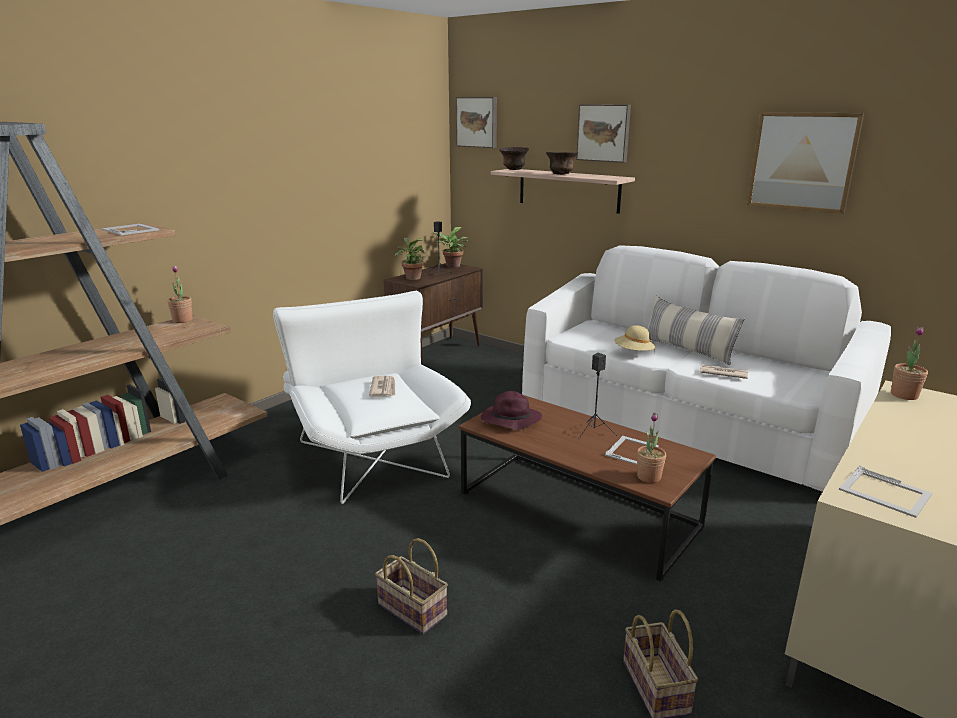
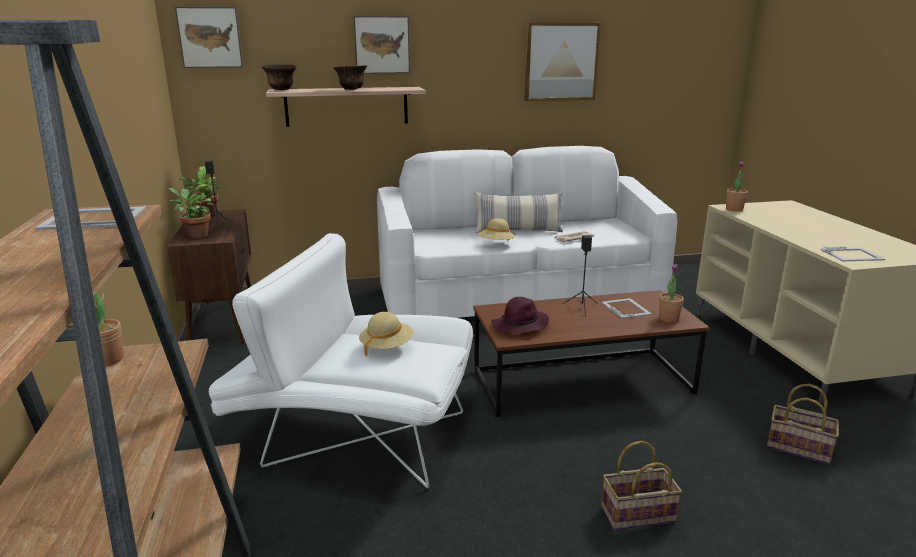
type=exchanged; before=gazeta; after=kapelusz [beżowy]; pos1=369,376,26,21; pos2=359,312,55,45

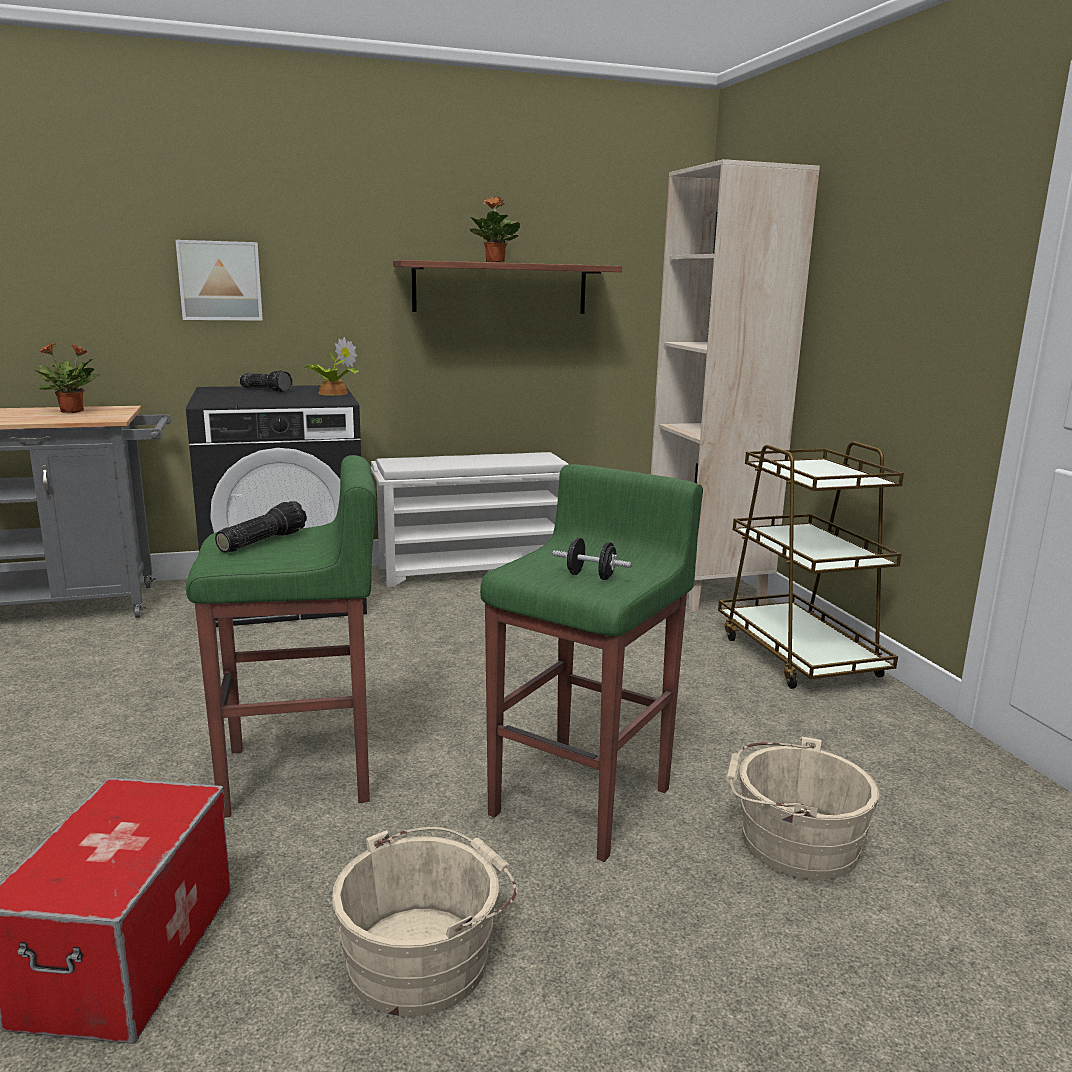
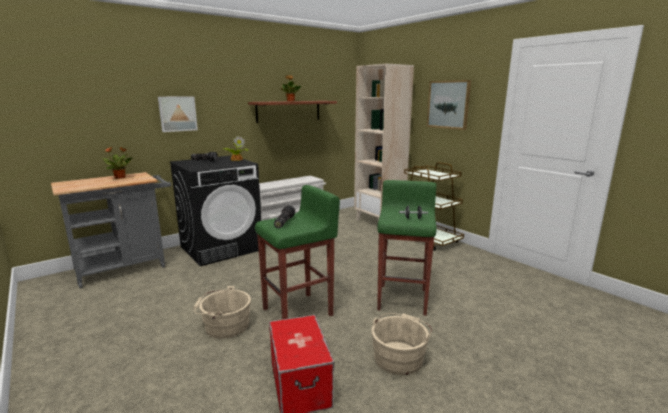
type=relocated; before=wiadro [beżowy]; pos1=726,737,153,143; pos2=193,286,58,53
type=appeared; after=obraz; pos2=427,80,44,50

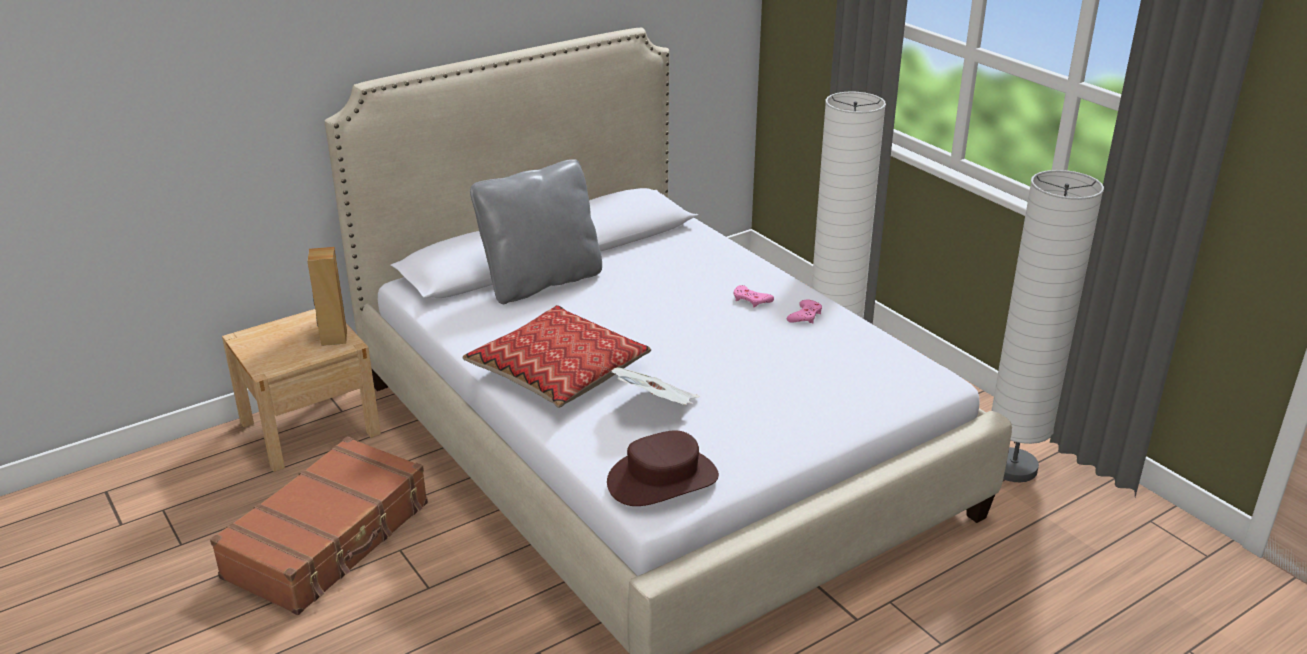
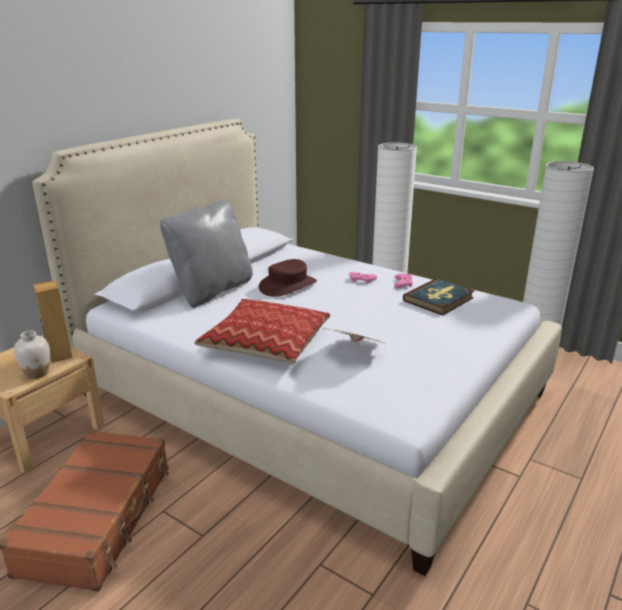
type=relocated; before=kapelusz [brązowy]; pos1=607,431,112,75; pos2=259,259,58,38
type=appeared; after=wazon [biały]; pos2=14,330,36,49
type=appeared; after=książka; pos2=403,278,72,38

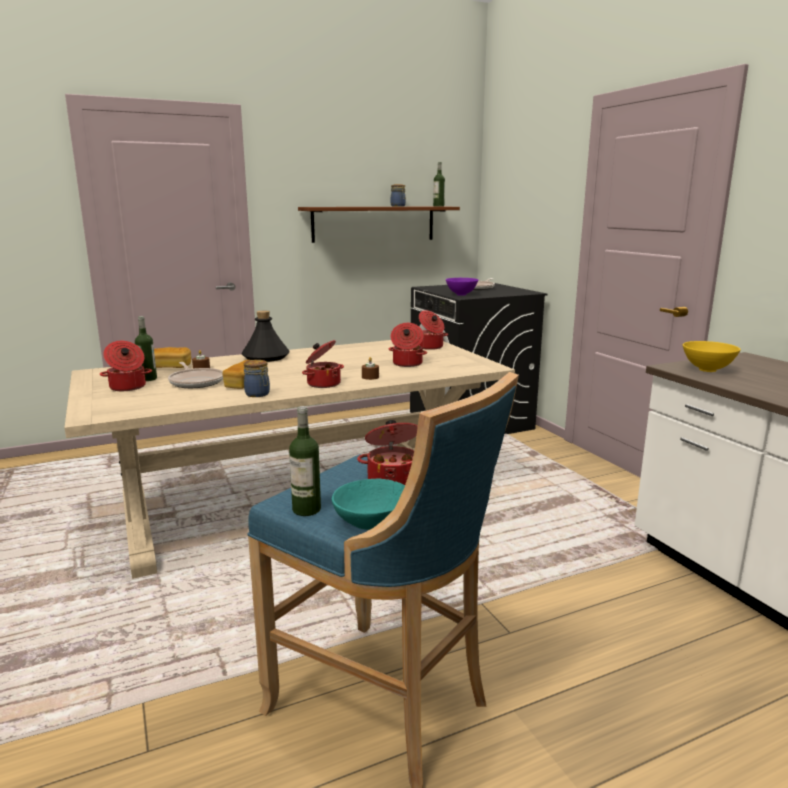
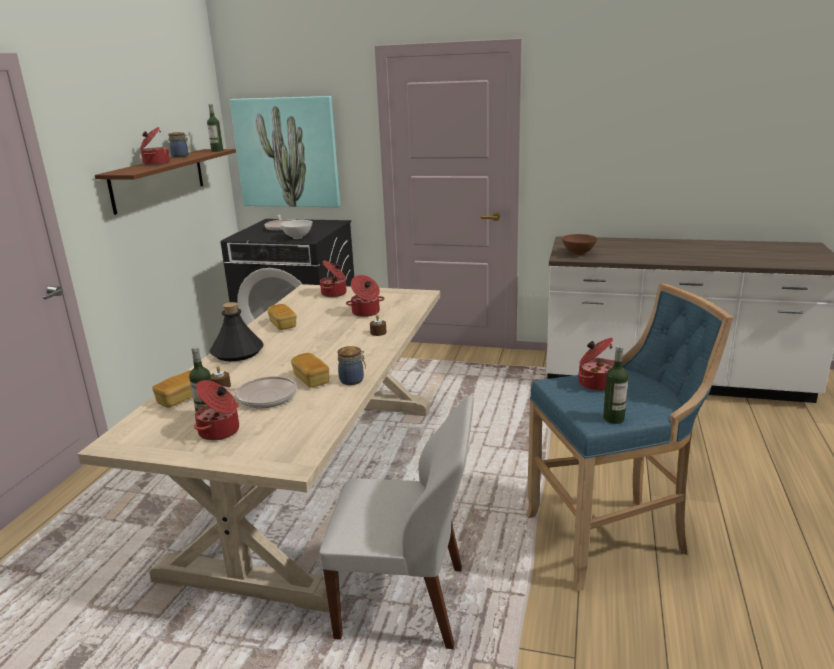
type=relocated; before=garnek; pos1=302,340,42,48; pos2=140,127,30,38
type=missing; before=miska [turkusowy]; pos1=332,478,73,52
type=colour; before=miska [fioletowy]; after=miska [biały]; pos1=446,278,32,18; pos2=280,220,33,19
type=colour; before=miska [żółty]; after=miska [brązowy]; pos1=683,341,58,31; pos2=562,234,35,21
type=appeared; after=obraz; pos2=229,96,111,111
type=appeared; after=chleb; pos2=267,304,30,26
type=appeared; after=krzesło [biały]; pos2=319,395,155,254

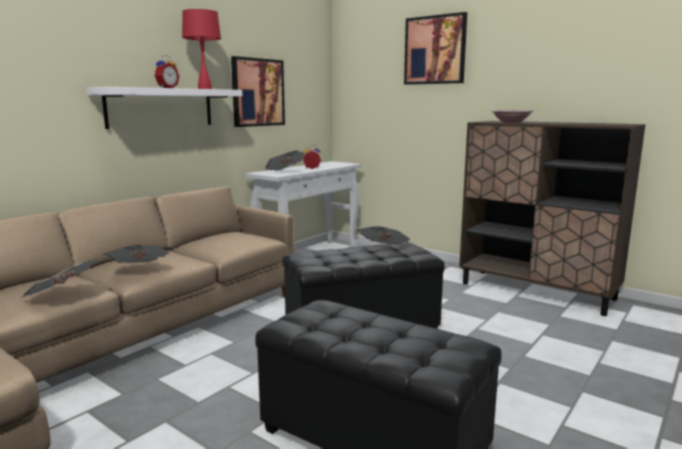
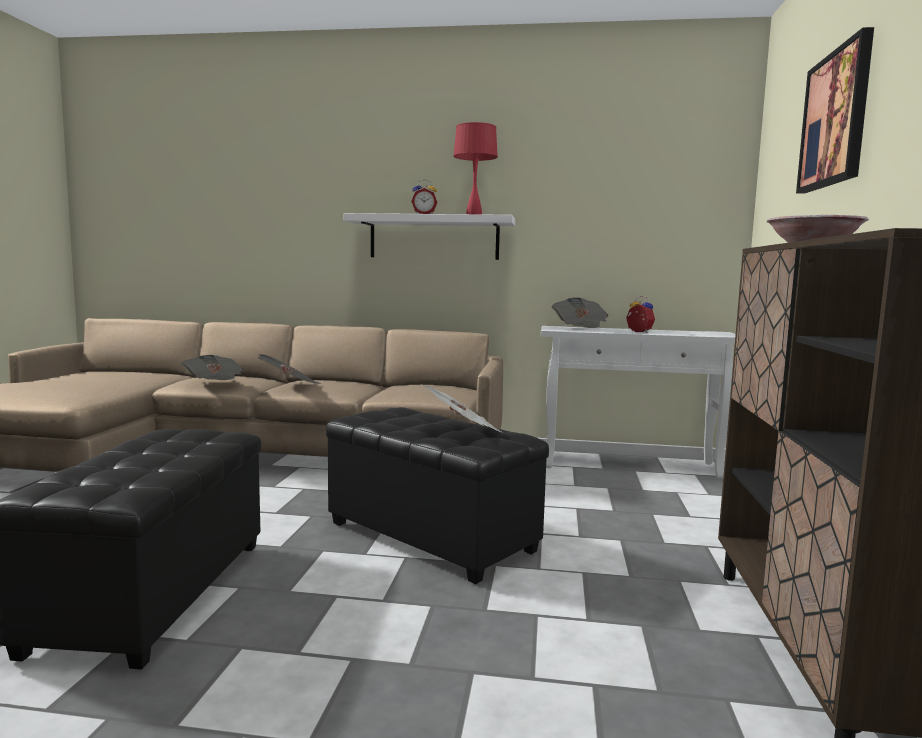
type=missing; before=obraz; pos1=231,56,54,71

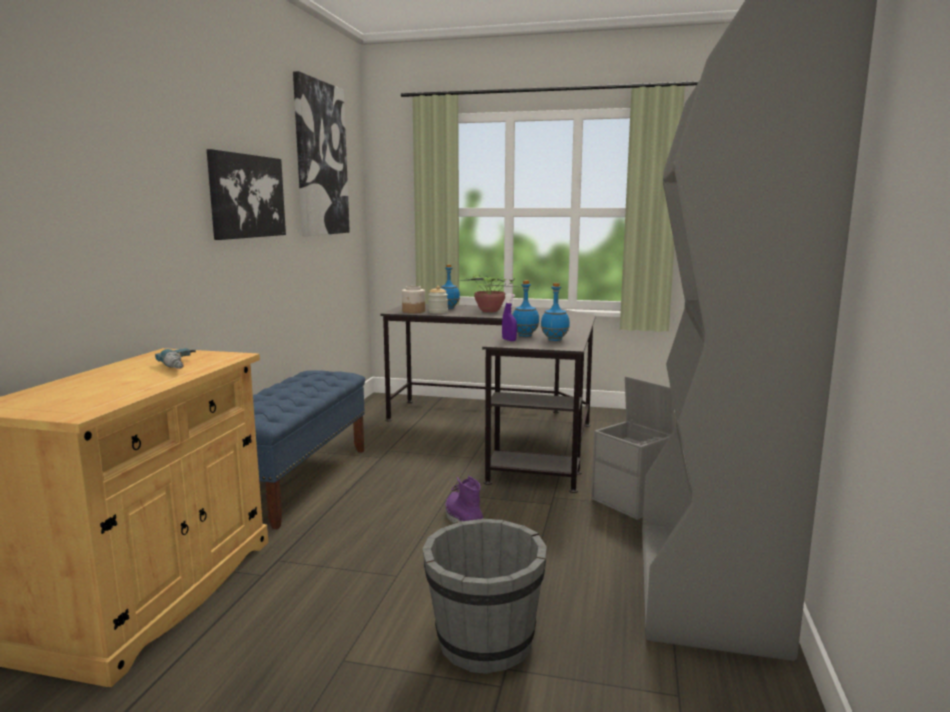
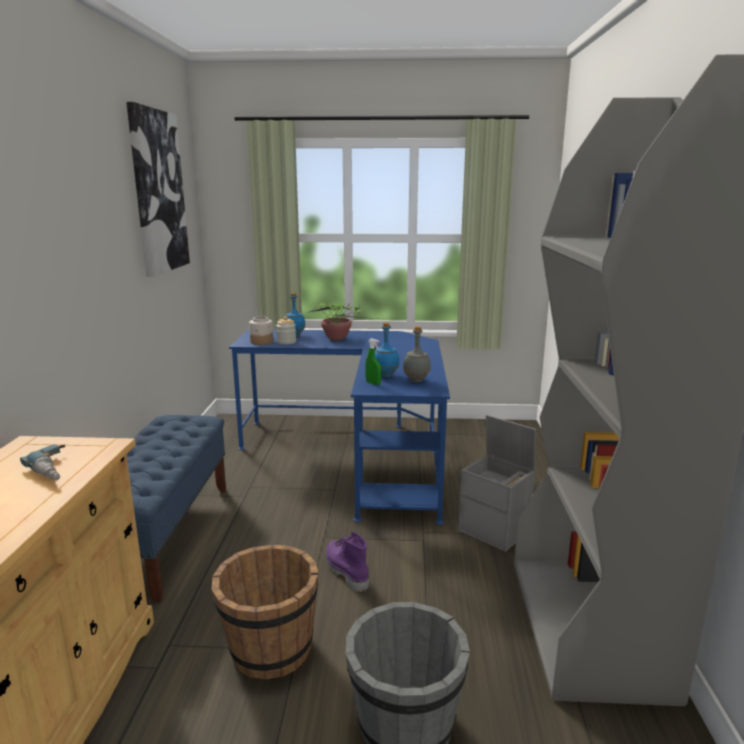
type=missing; before=obraz; pos1=207,149,79,91
type=colour; before=biurko [czarny]; after=biurko [niebieski]; pos1=380,304,216,189; pos2=229,329,221,196
type=colour; before=spryskiwacz [fioletowy]; after=spryskiwacz [zielony]; pos1=502,293,15,48; pos2=365,338,16,47
type=colour; before=butelka [niebieski]; after=butelka [szary]; pos1=541,283,29,58; pos2=403,326,28,56
type=appeared; after=wiadro [brązowy]; pos2=212,544,106,135

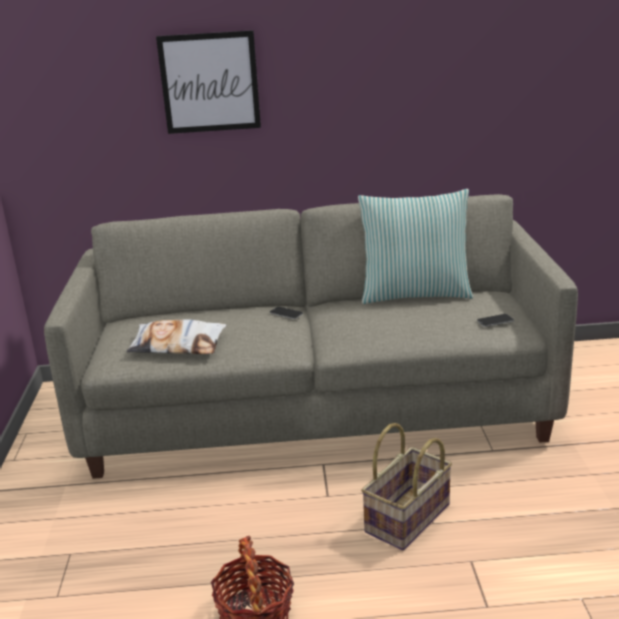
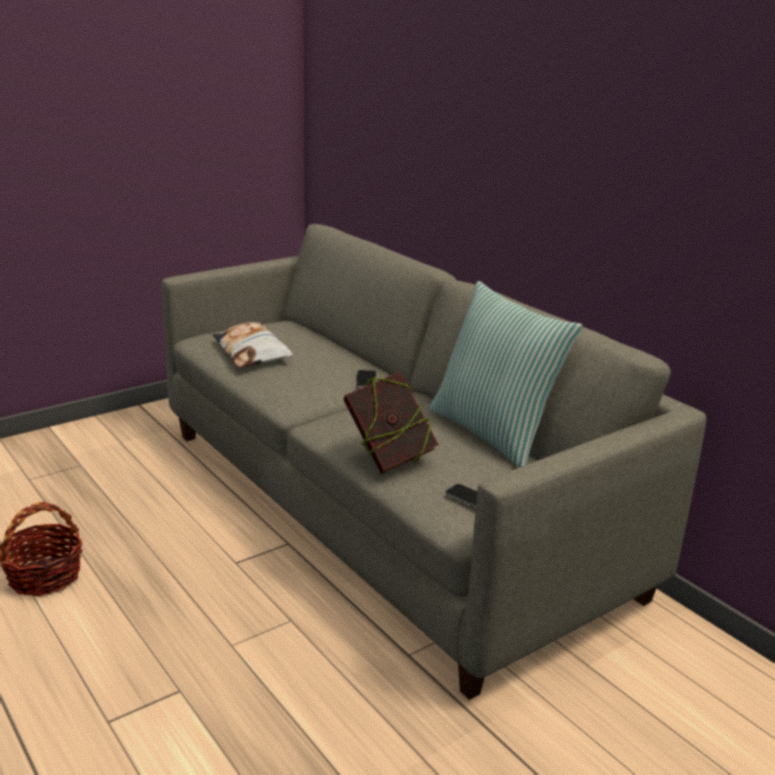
type=missing; before=obraz; pos1=156,30,105,104
type=missing; before=koszyk; pos1=361,423,91,127
type=appeared; after=książka; pos2=344,372,95,102

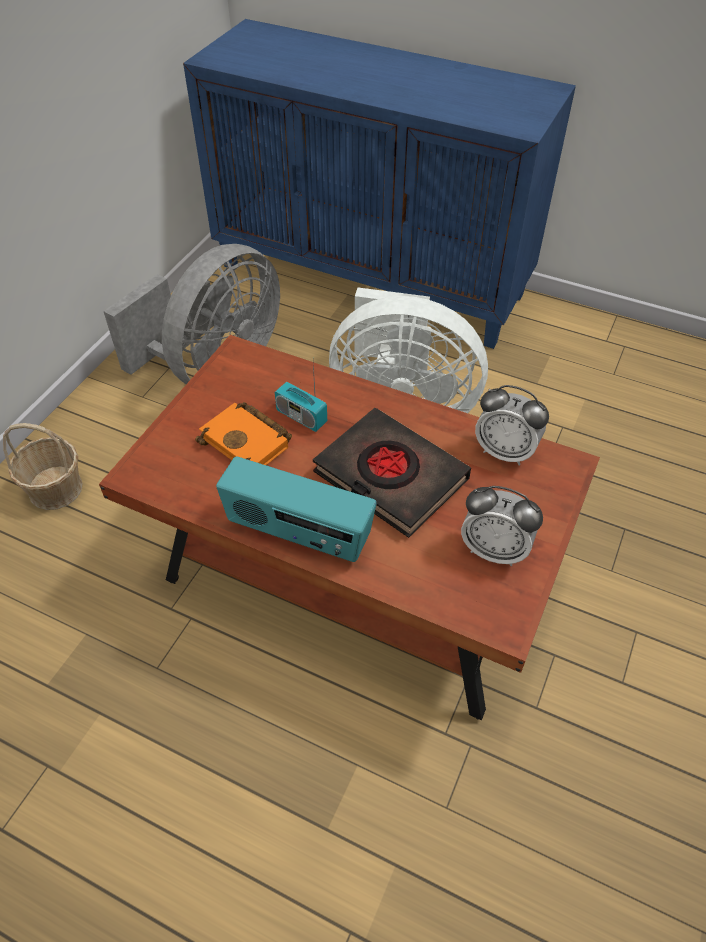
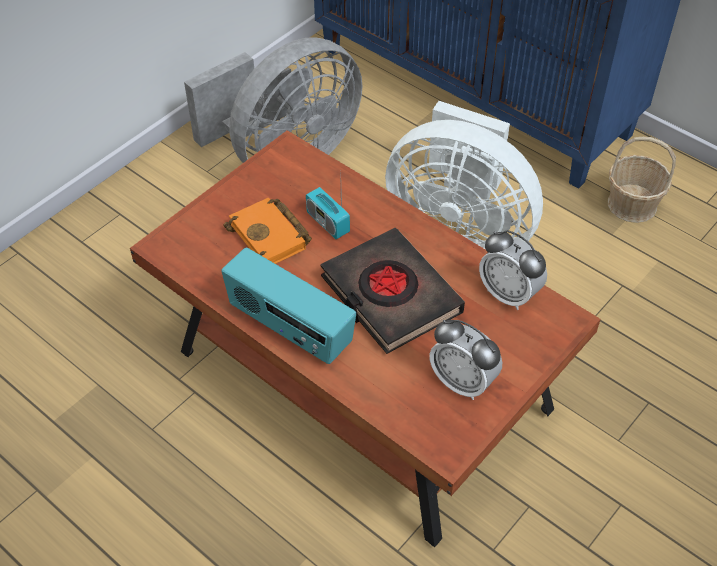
type=relocated; before=koszyk; pos1=3,423,80,87; pos2=608,137,68,86

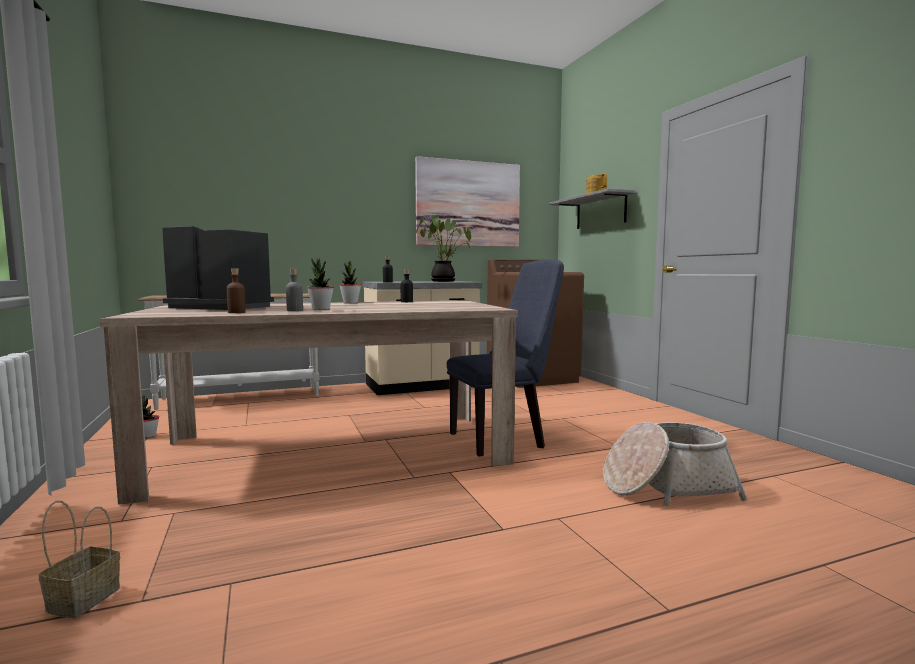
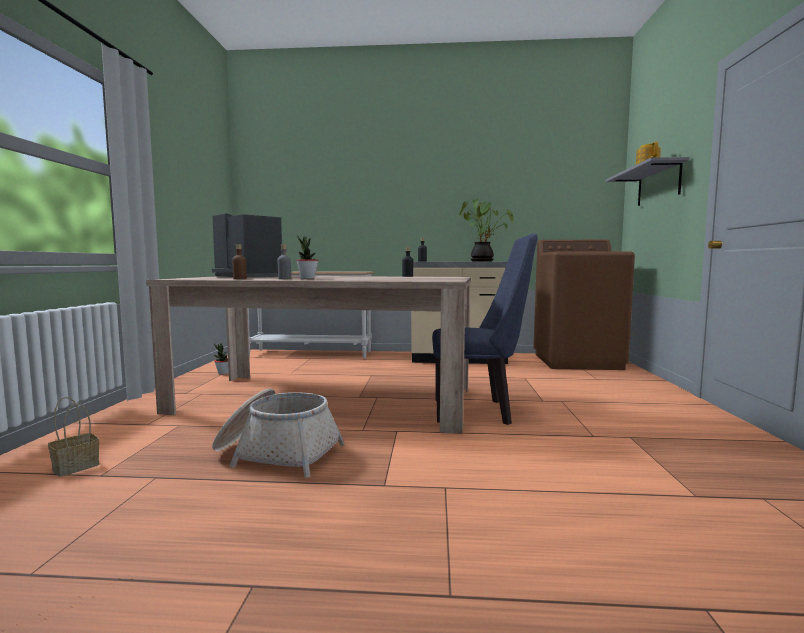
type=missing; before=roślina doniczkowa; pos1=339,261,22,42
type=missing; before=obraz; pos1=415,156,105,91
type=relocated; before=koszyk; pos1=603,422,144,85; pos2=212,388,133,90

